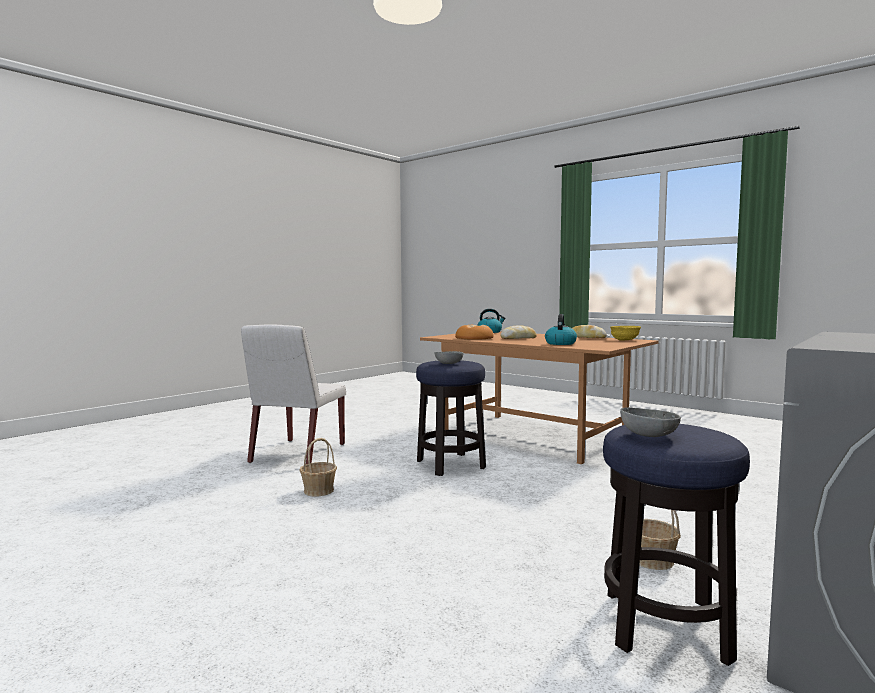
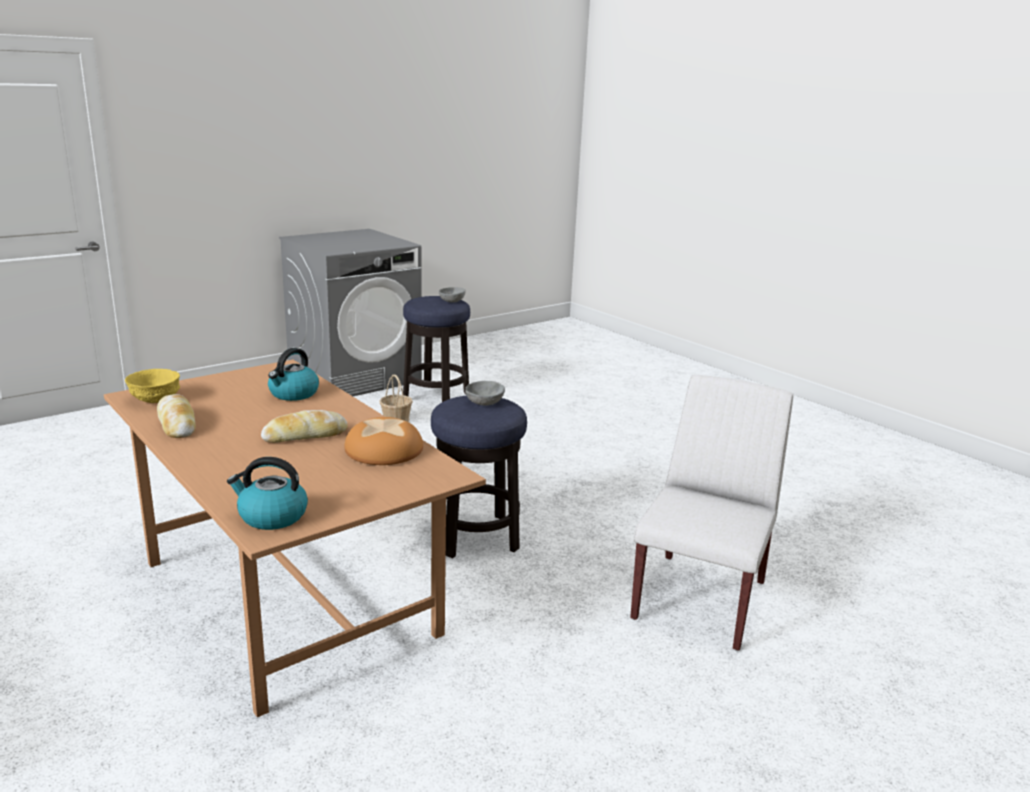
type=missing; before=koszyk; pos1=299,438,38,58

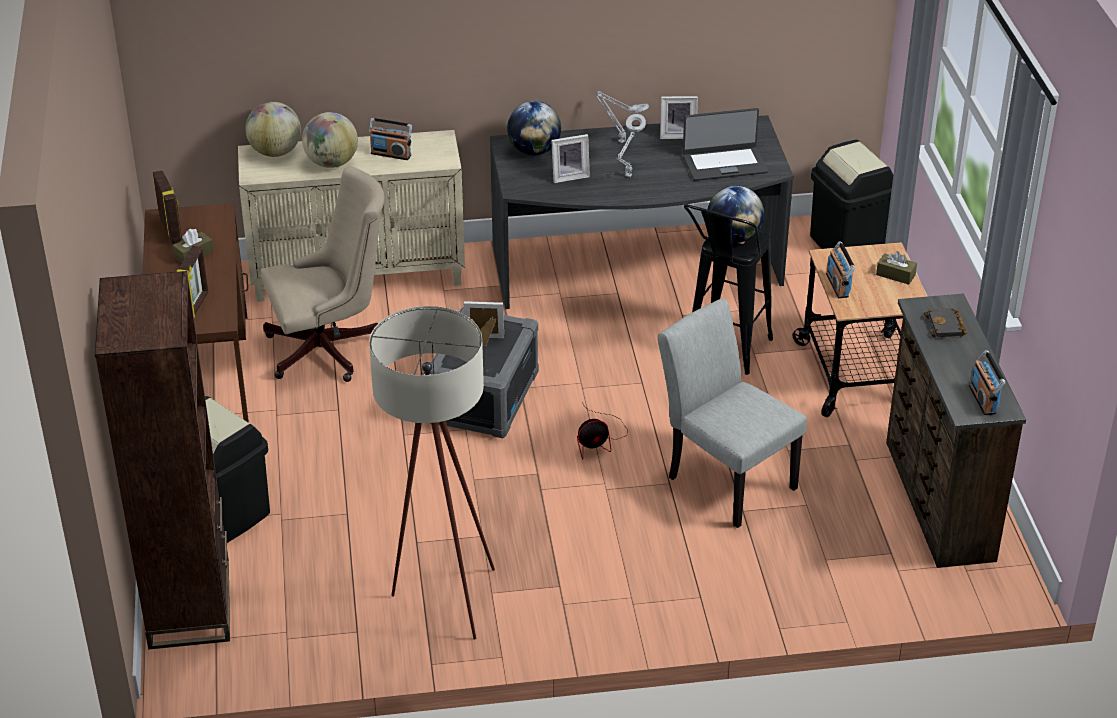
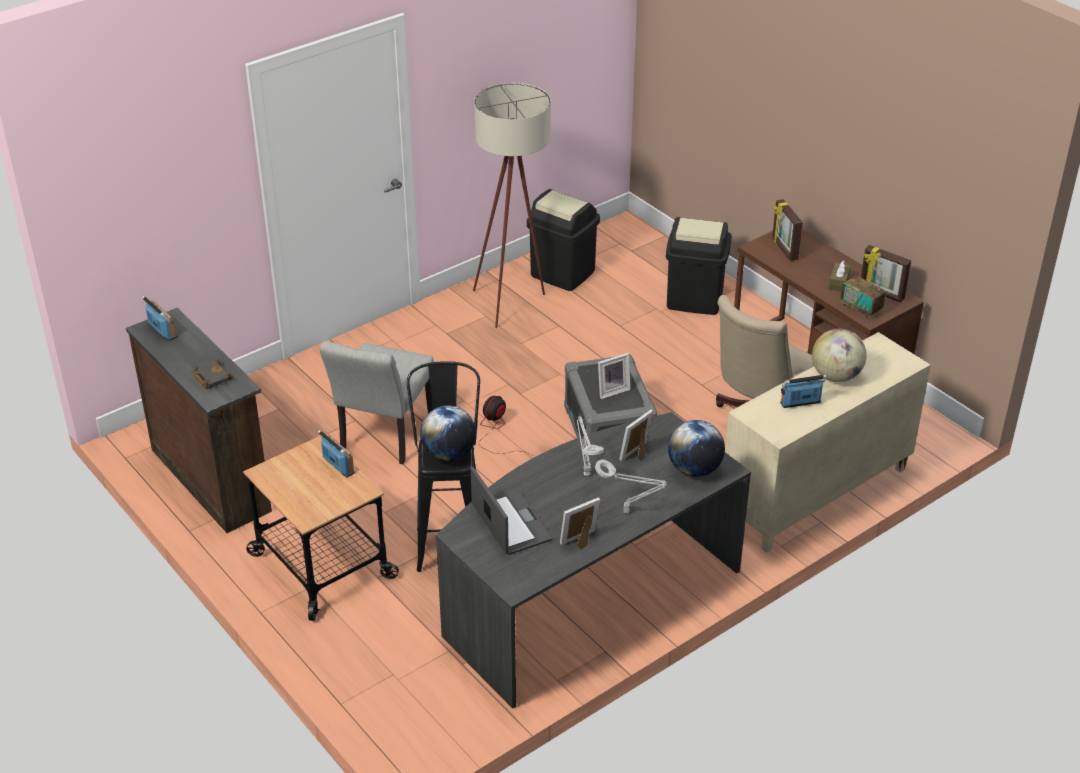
type=missing; before=regał [brązowy]; pos1=95,271,135,378
type=missing; before=globus; pos1=246,102,55,55
type=spun; before=krzesło [szary]; pos1=658,298,149,230; pos2=320,341,114,123; turn=90
type=spun; before=laptop; pos1=683,108,85,73; pos2=471,467,82,88; turn=105
type=relocated; before=kosz na śmieci [czarny]; pos1=810,140,83,109; pos2=527,189,73,102
type=missing; before=pudełko chusteczek [brązowy]; pos1=876,251,41,34
type=appeared; after=radio; pos2=840,271,46,48

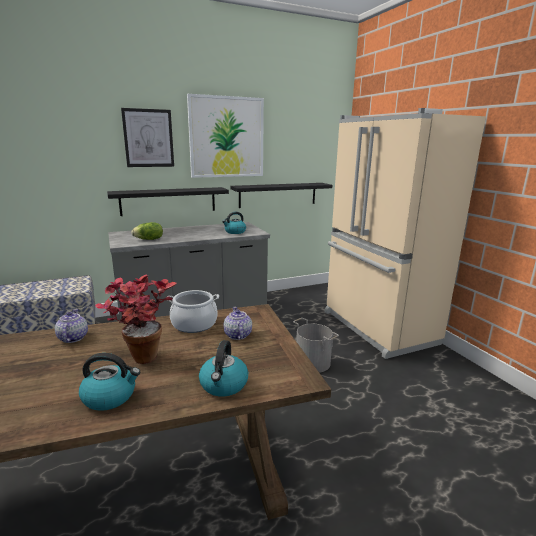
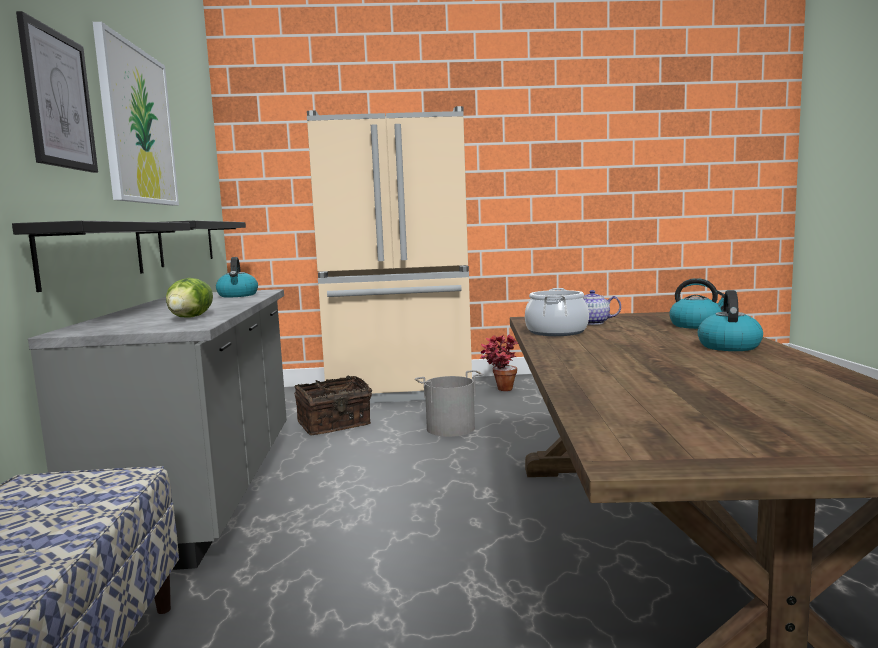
type=missing; before=imbryk; pos1=55,309,33,34
type=relocated; before=roślina doniczkowa; pos1=95,275,82,89; pos2=480,335,38,56
type=appeared; after=koszyk; pos2=294,376,78,59

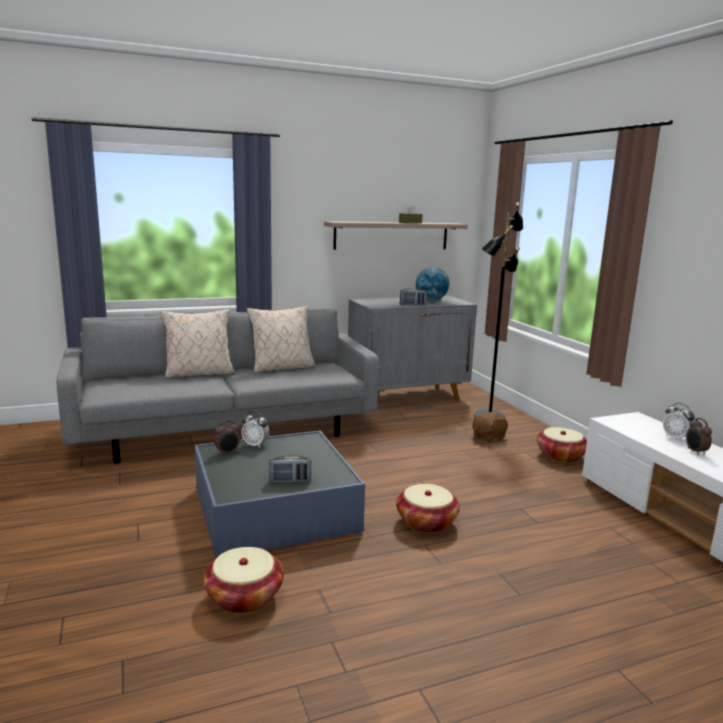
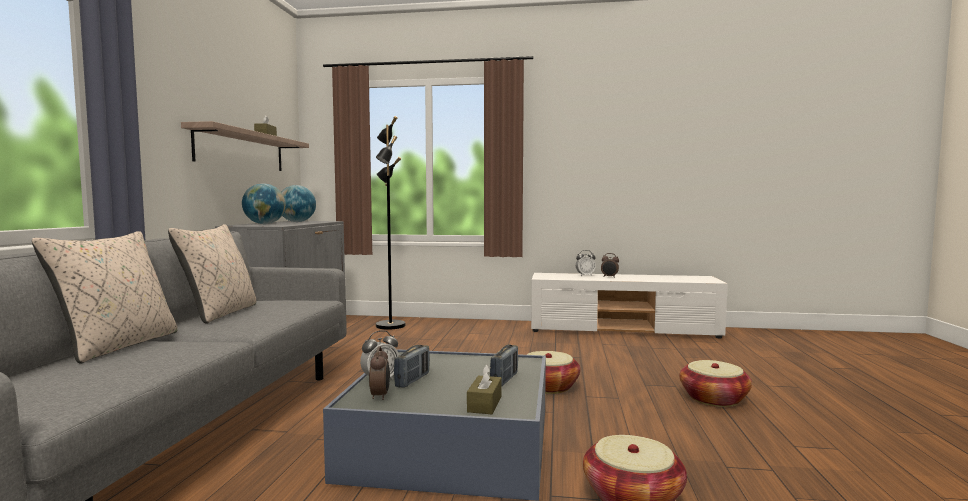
type=relocated; before=radio; pos1=400,288,27,18; pos2=394,345,36,43
type=missing; before=pluszak [brązowy]; pos1=472,412,36,30
type=relocated; before=koszyk; pos1=537,427,50,36; pos2=680,360,72,47
type=appeared; after=globus; pos2=242,183,44,41
type=appeared; after=pudełko chusteczek [brązowy]; pos2=467,364,35,50

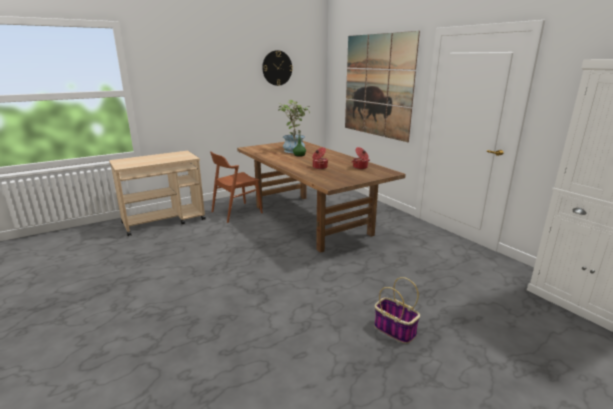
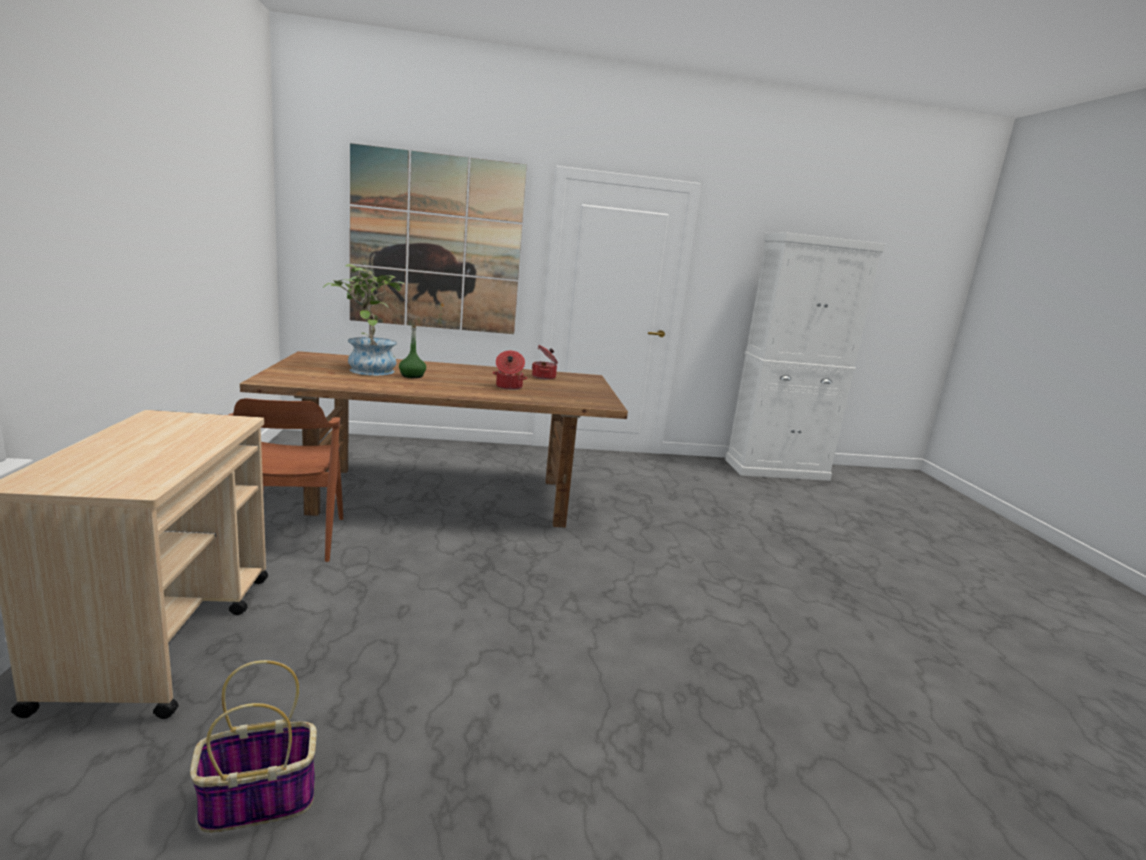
type=missing; before=zegar ścienny; pos1=262,50,31,36
type=relocated; before=koszyk; pos1=374,277,46,67; pos2=190,660,127,172

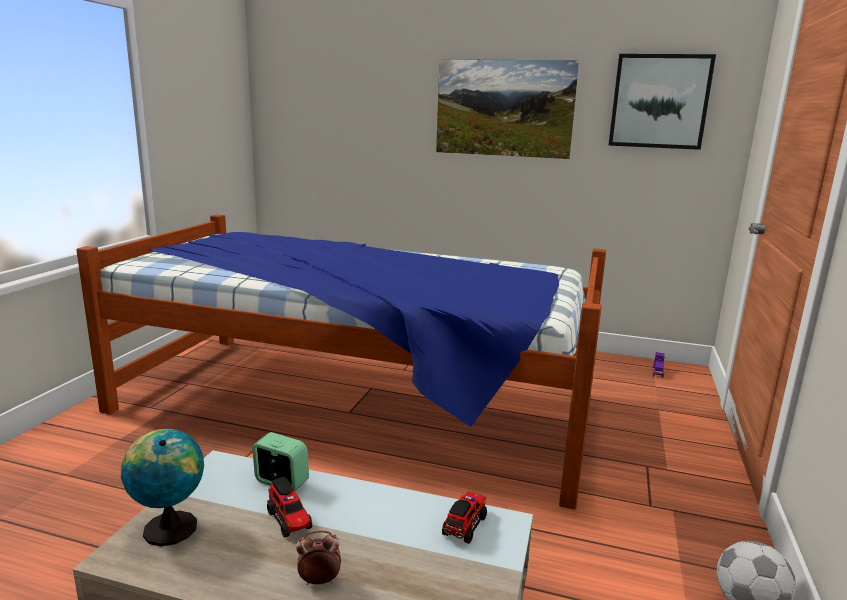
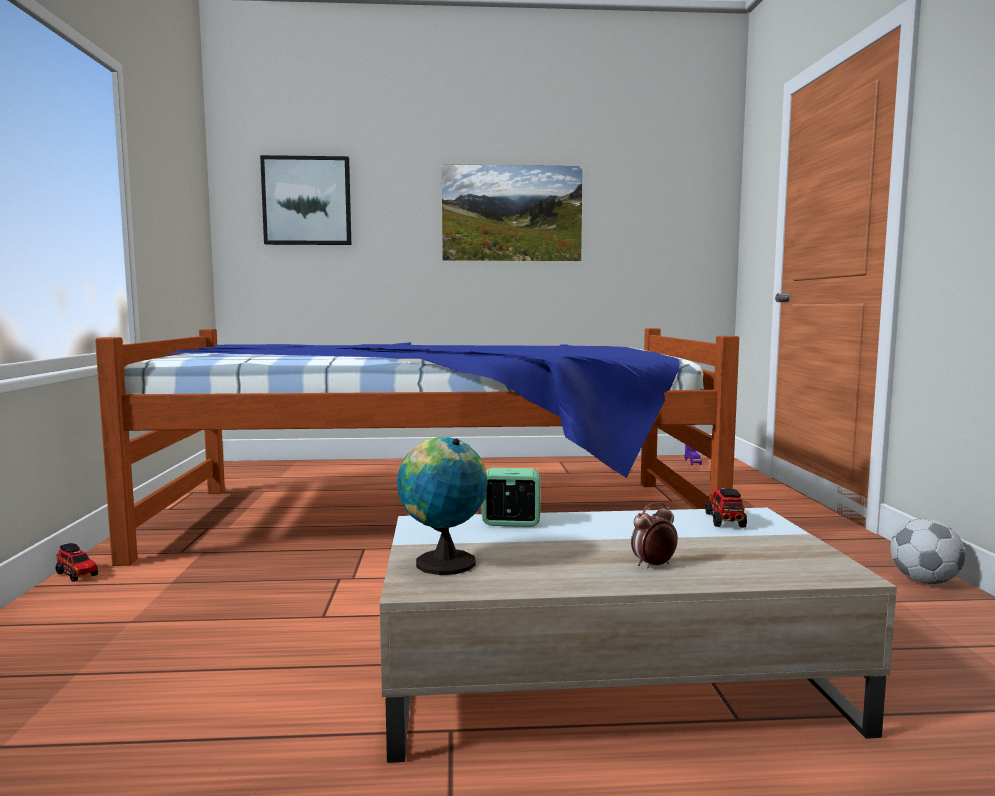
type=relocated; before=ciężarówka zabawkowa; pos1=267,477,45,61; pos2=56,543,42,39
type=relocated; before=obraz; pos1=608,54,108,96; pos2=260,155,91,90

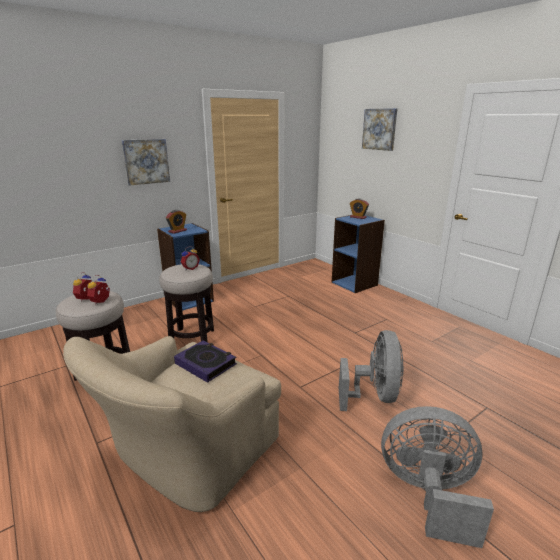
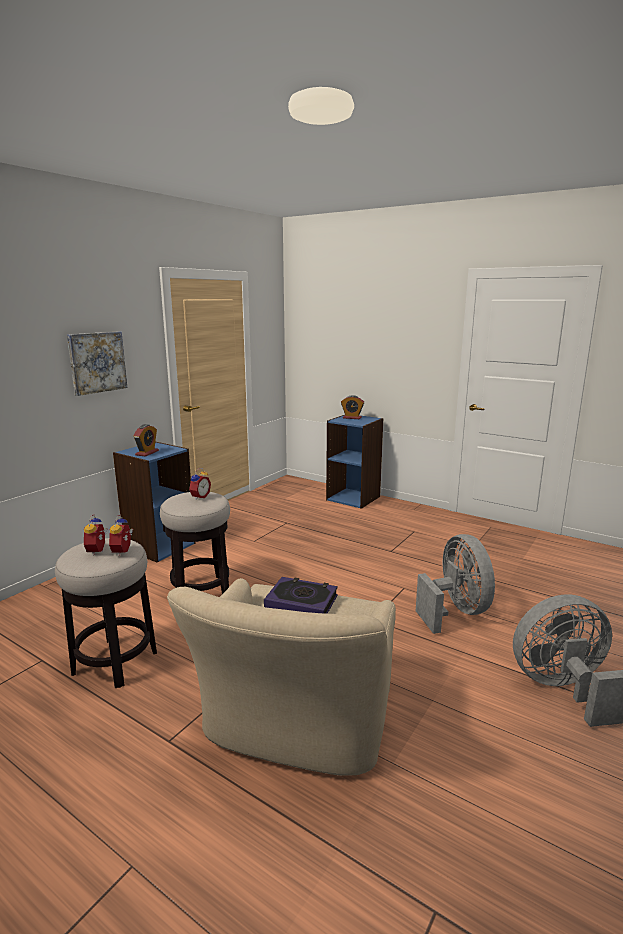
type=missing; before=obraz; pos1=362,108,36,43

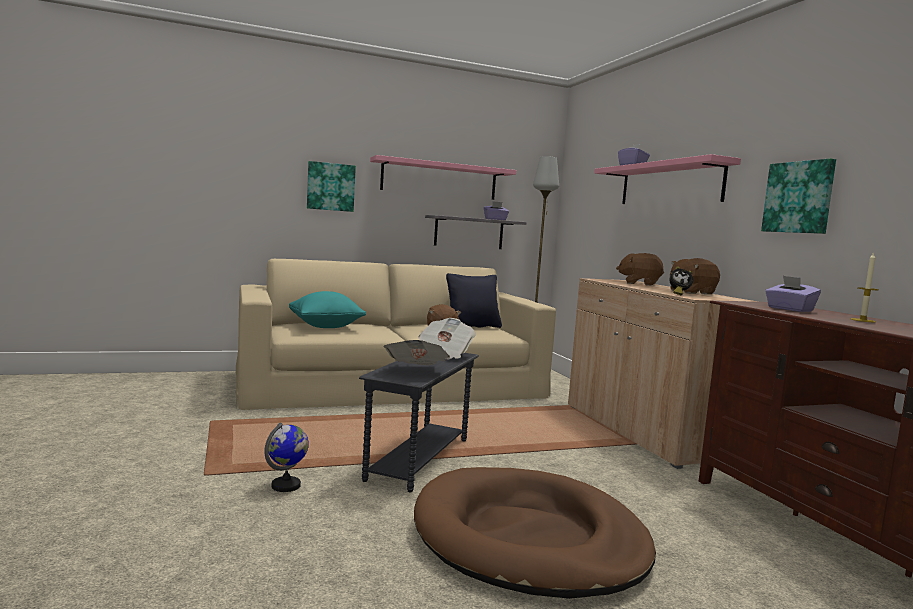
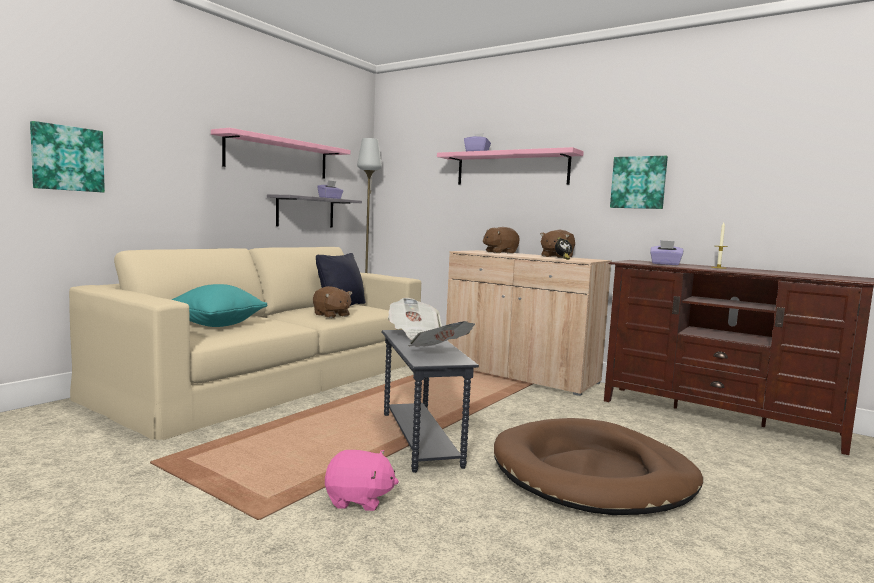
type=exchanged; before=globus; after=pluszak [różowy]; pos1=264,422,45,70; pos2=325,450,74,61
type=relocated; before=obraz; pos1=307,161,49,51; pos2=30,121,75,71

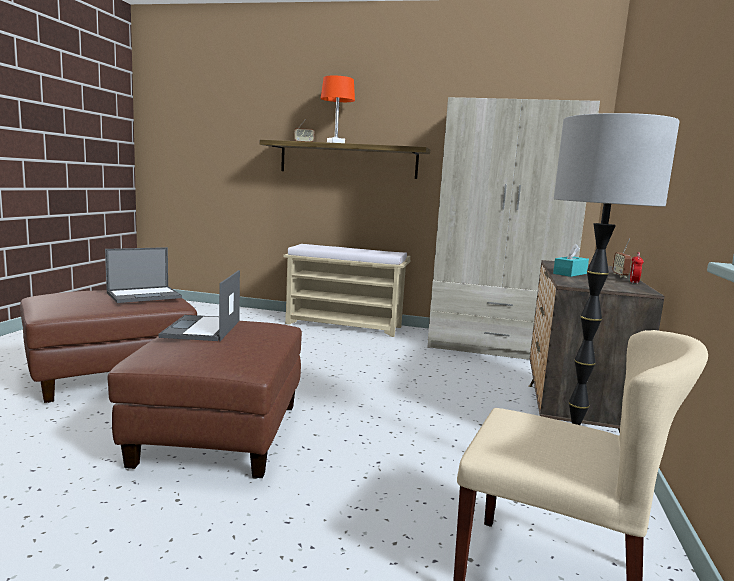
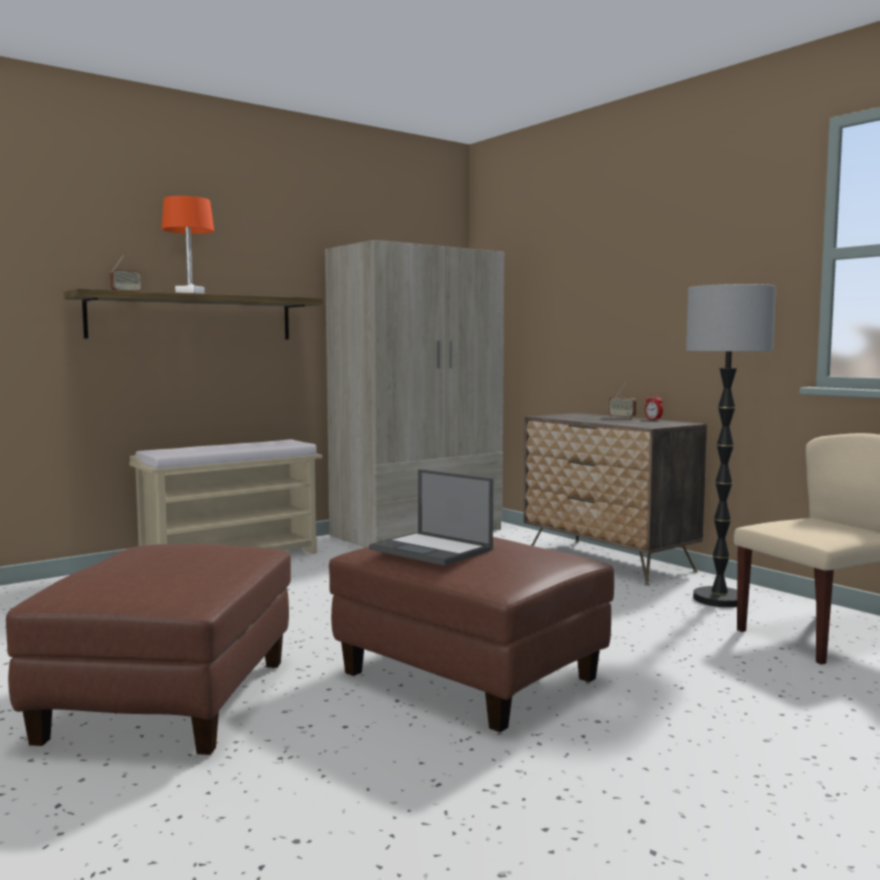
type=missing; before=laptop; pos1=105,247,77,56
type=missing; before=pudełko chusteczek [turkusowy]; pos1=553,244,36,33

